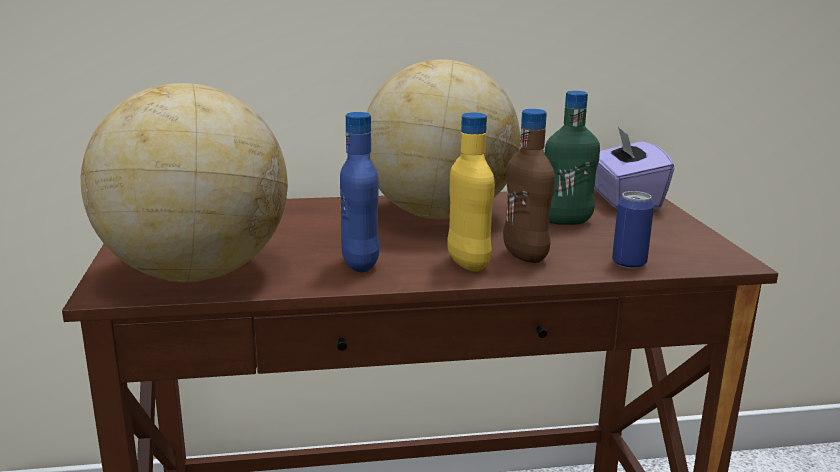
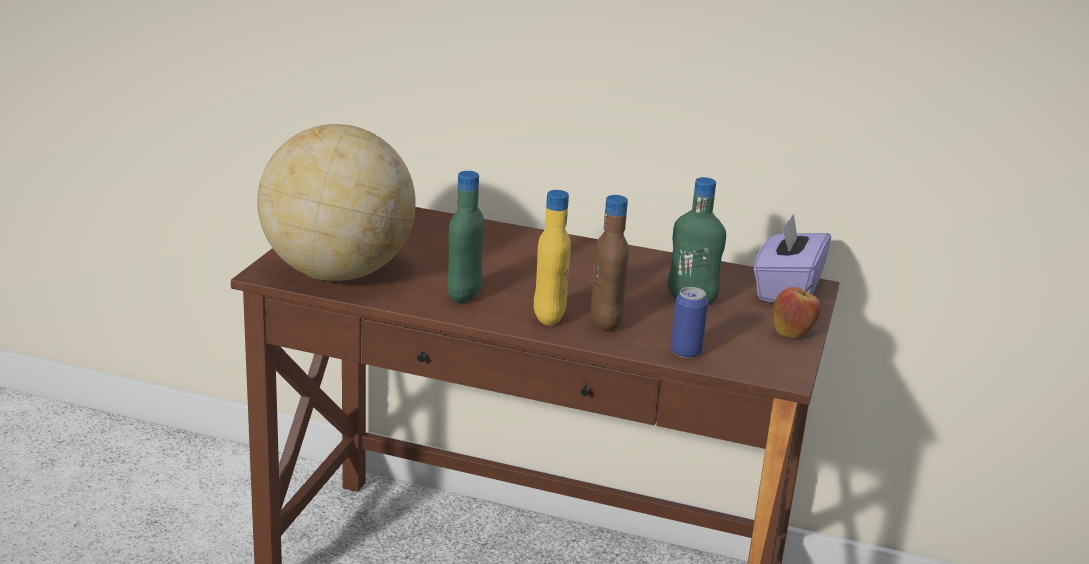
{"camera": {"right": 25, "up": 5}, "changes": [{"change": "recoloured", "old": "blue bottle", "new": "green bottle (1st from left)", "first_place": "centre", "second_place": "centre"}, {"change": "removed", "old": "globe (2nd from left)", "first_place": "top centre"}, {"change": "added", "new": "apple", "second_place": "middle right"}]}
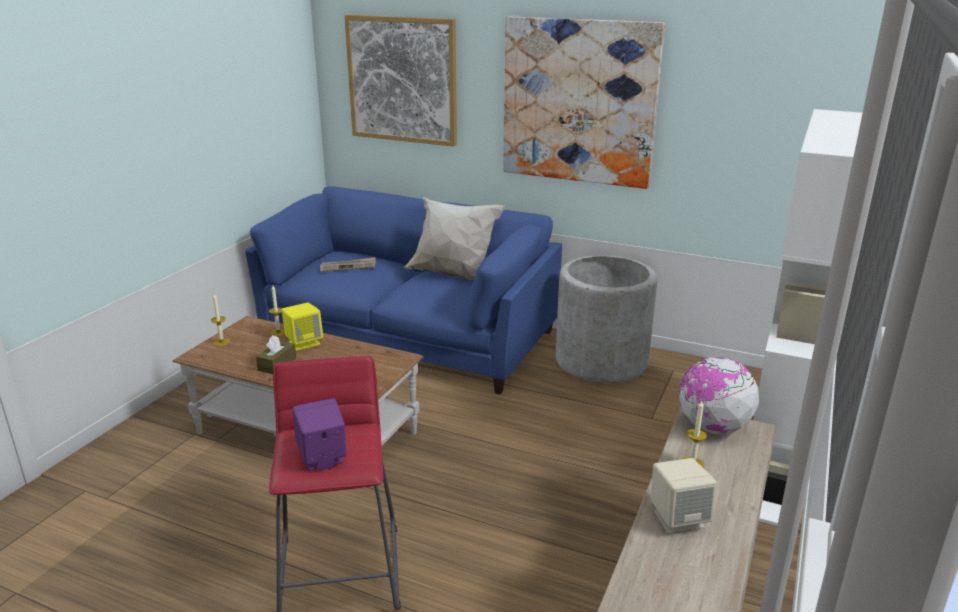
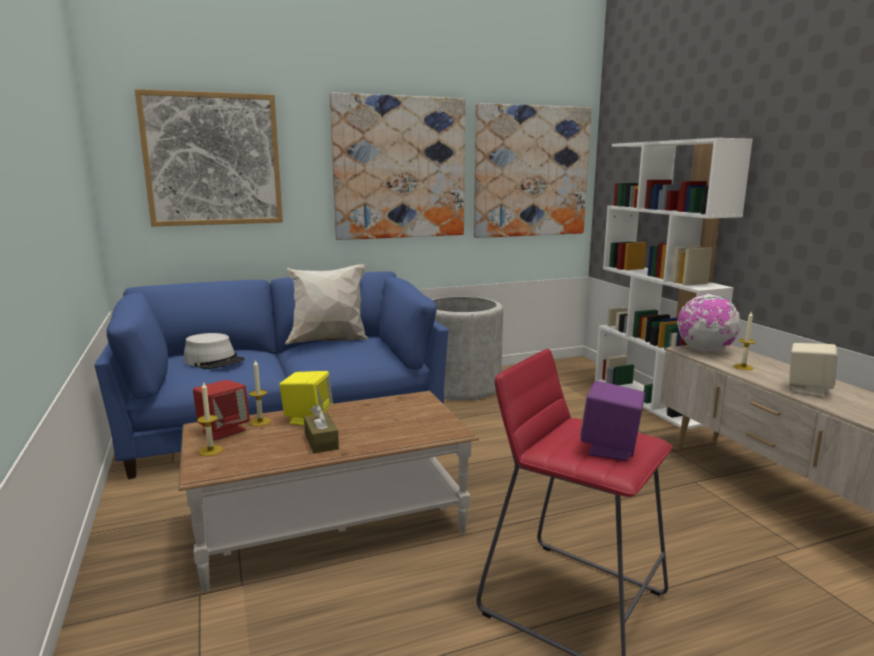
{"camera": {"right": -45, "up": -10}, "changes": [{"change": "replaced", "old": "newspaper", "new": "grey hat", "first_place": "centre", "second_place": "middle left"}, {"change": "added", "new": "red speaker", "second_place": "middle left"}, {"change": "added", "new": "picture (3rd from left)", "second_place": "top centre"}]}
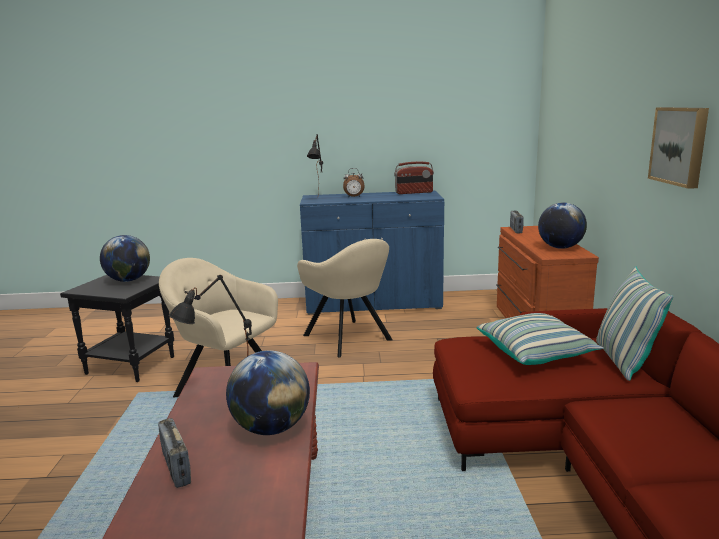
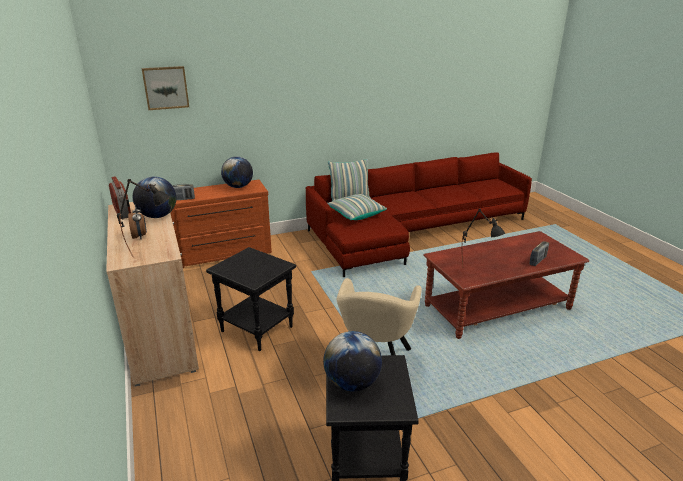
{"camera": {"right": -110, "up": 10}, "changes": [{"change": "moved", "old": "globe (2nd from left in the first image)", "new": "globe (1st from left)", "first_place": "bottom centre", "second_place": "middle left"}, {"change": "replaced", "old": "beige armchair (2nd from left)", "new": "black side table (1st from left)", "first_place": "centre", "second_place": "centre"}, {"change": "recoloured", "old": "blue cabinet", "new": "beige cabinet", "first_place": "centre", "second_place": "middle left"}, {"change": "moved", "old": "picture", "first_place": "top right", "second_place": "top left"}]}
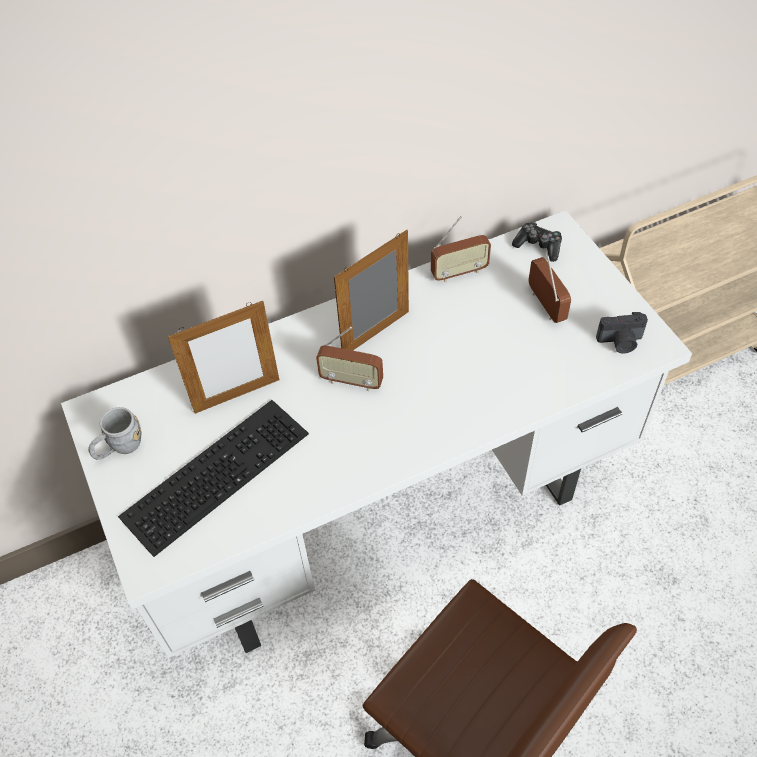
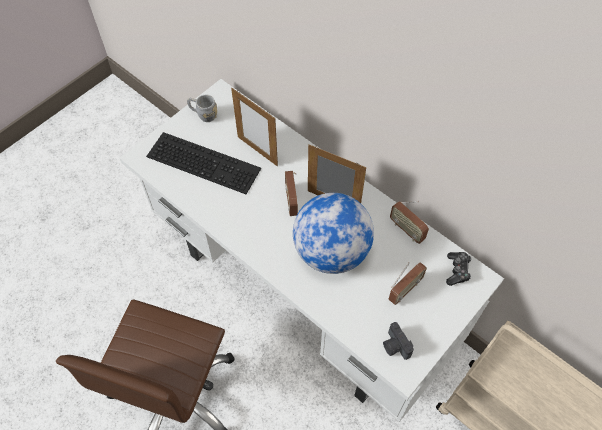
{"camera": {"right": 65, "up": 5}, "changes": [{"change": "added", "new": "globe", "second_place": "centre"}]}
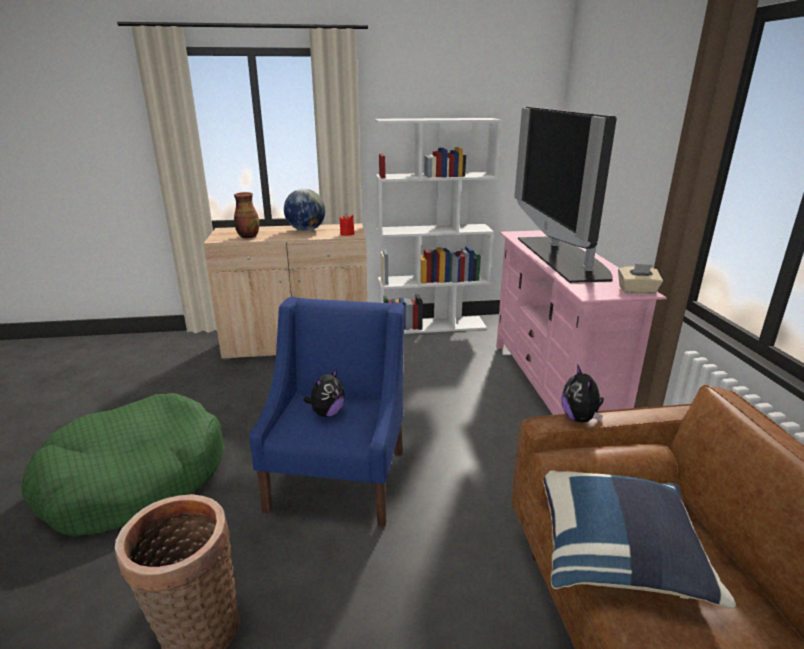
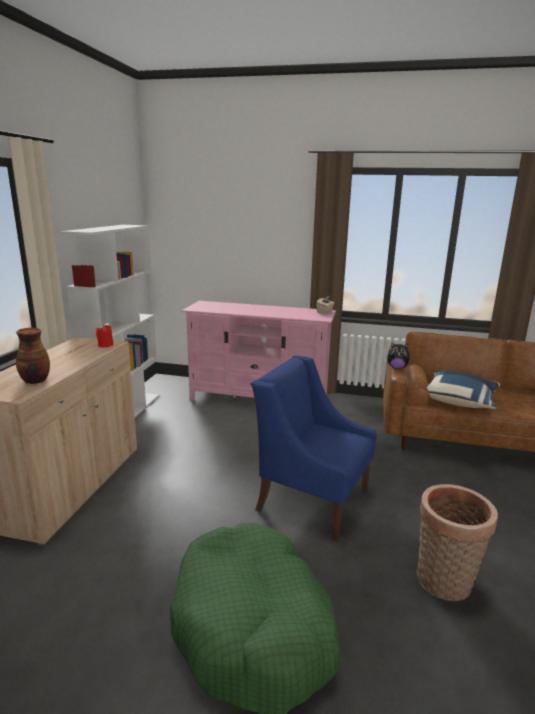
{"camera": {"right": -70, "up": -5}, "changes": [{"change": "removed", "old": "globe", "first_place": "top centre"}, {"change": "removed", "old": "plush toy (1st from left)", "first_place": "centre"}, {"change": "removed", "old": "television", "first_place": "top right"}]}
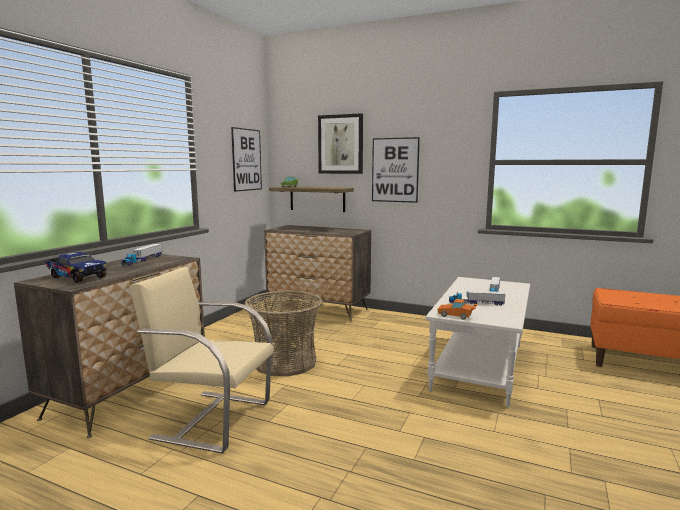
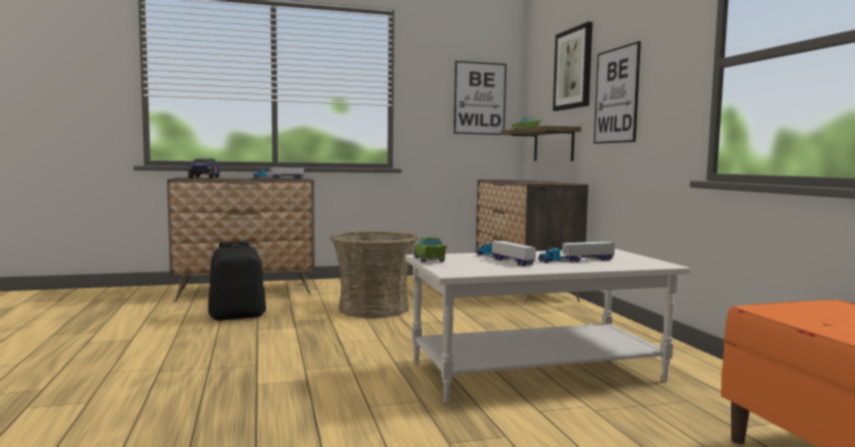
{"camera": {"right": 50, "up": -5}, "changes": [{"change": "replaced", "old": "beige chair", "new": "black backpack", "first_place": "bottom left", "second_place": "middle left"}, {"change": "recoloured", "old": "orange toy car", "new": "green toy car (1st from left)", "first_place": "middle right", "second_place": "centre"}]}
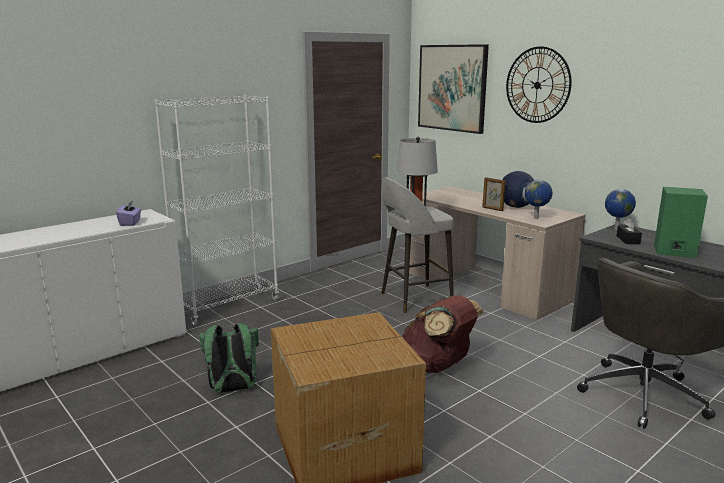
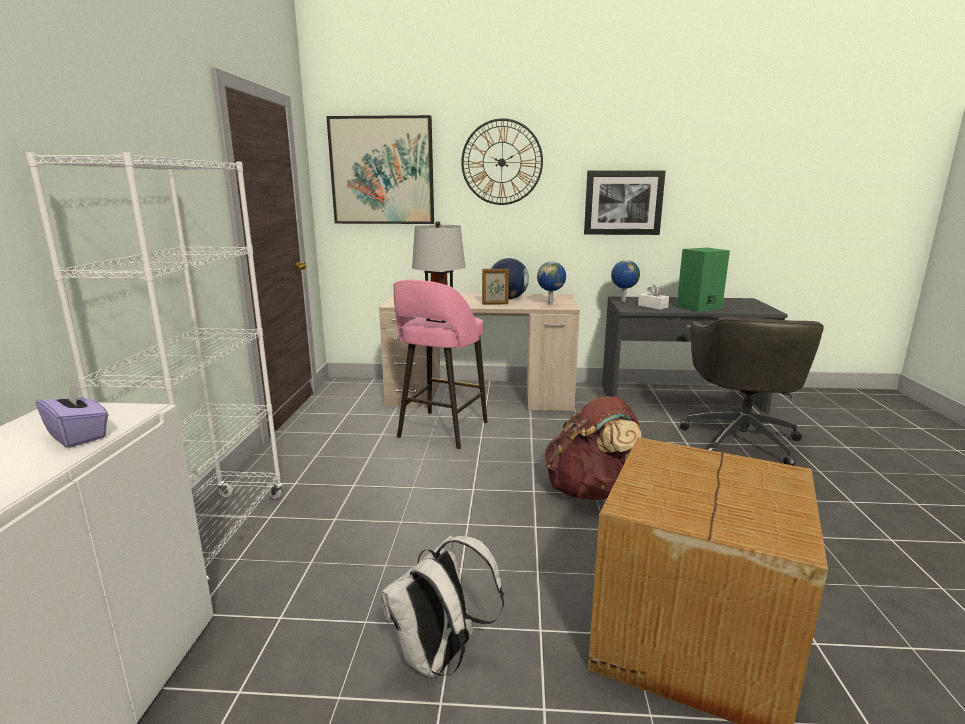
{"camera": {"right": -45, "up": 0}, "changes": [{"change": "recoloured", "old": "green backpack", "new": "white backpack", "first_place": "bottom left", "second_place": "bottom centre"}, {"change": "recoloured", "old": "grey stool", "new": "pink stool", "first_place": "centre", "second_place": "centre"}, {"change": "recoloured", "old": "black tissue box", "new": "white tissue box", "first_place": "middle right", "second_place": "middle right"}, {"change": "added", "new": "picture (2nd from left)", "second_place": "top centre"}]}
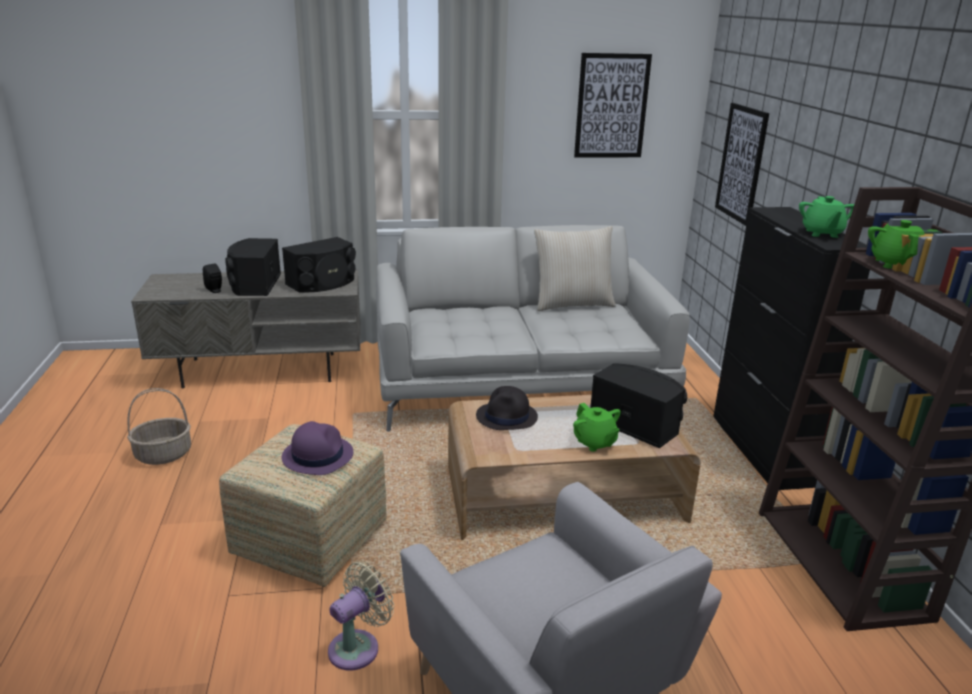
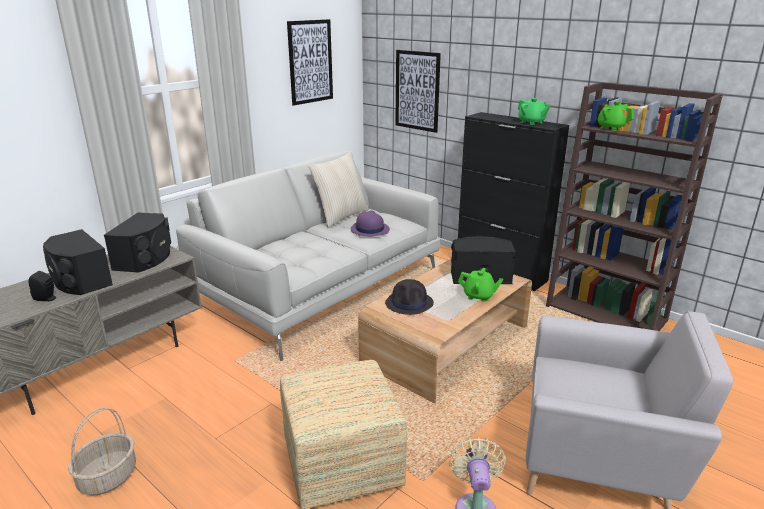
{"camera": {"right": -40, "up": 0}, "changes": [{"change": "moved", "old": "purple hat", "first_place": "middle left", "second_place": "centre"}]}
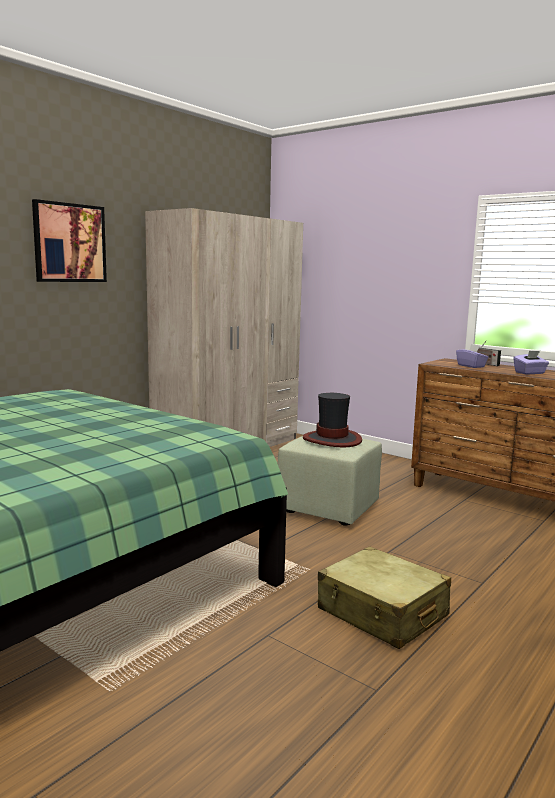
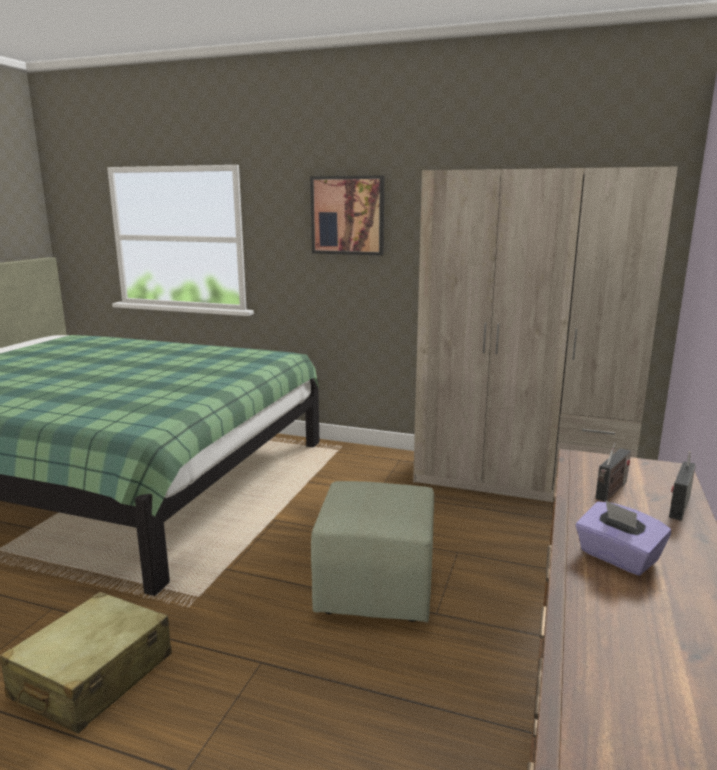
{"camera": {"right": 70, "up": 5}, "changes": [{"change": "removed", "old": "hat", "first_place": "centre"}, {"change": "replaced", "old": "purple tissue box (1st from left)", "new": "radio (1st from left)", "first_place": "middle right", "second_place": "middle right"}]}
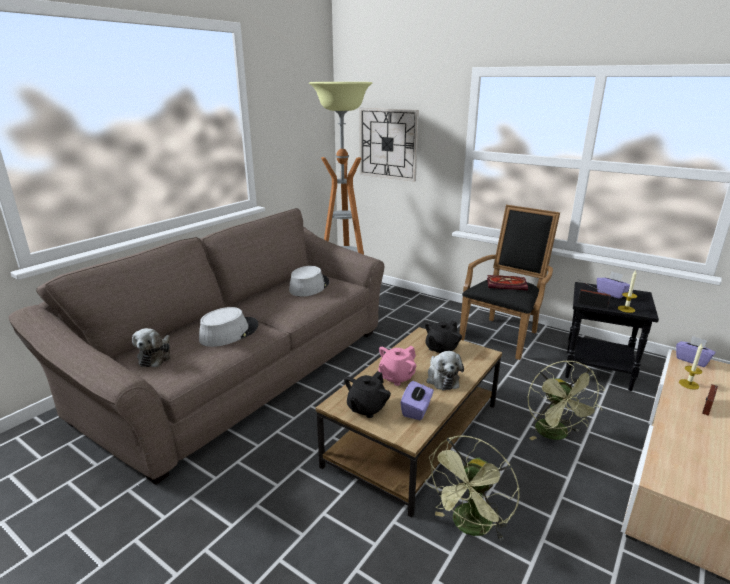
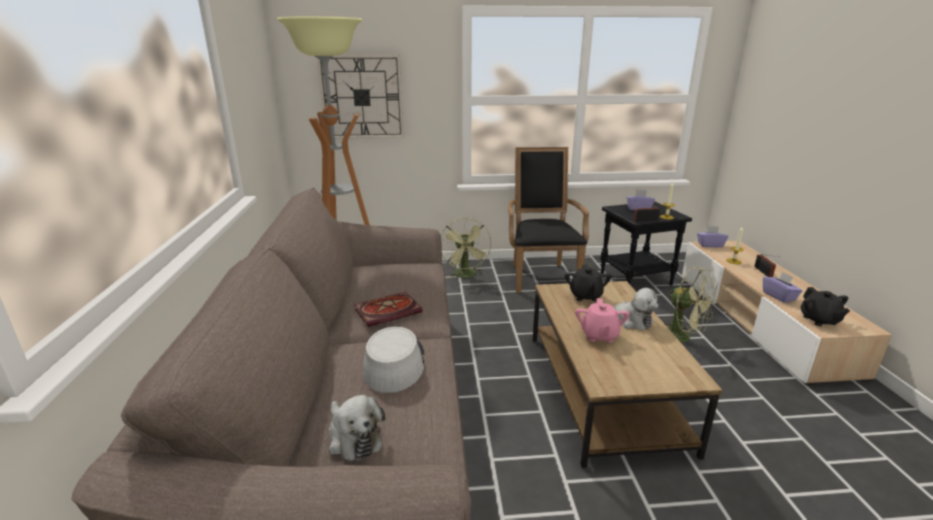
{"camera": {"right": -40, "up": 0}, "changes": [{"change": "removed", "old": "grey hat (2nd from left)", "first_place": "centre"}, {"change": "moved", "old": "black teapot (1st from left in the first image)", "new": "black teapot (2nd from left)", "first_place": "bottom centre", "second_place": "middle right"}, {"change": "moved", "old": "purple tissue box (1st from left in the first image)", "new": "purple tissue box (3rd from left)", "first_place": "bottom centre", "second_place": "middle right"}, {"change": "moved", "old": "green fan (1st from left)", "first_place": "bottom centre", "second_place": "centre"}, {"change": "moved", "old": "book", "first_place": "middle right", "second_place": "centre"}]}
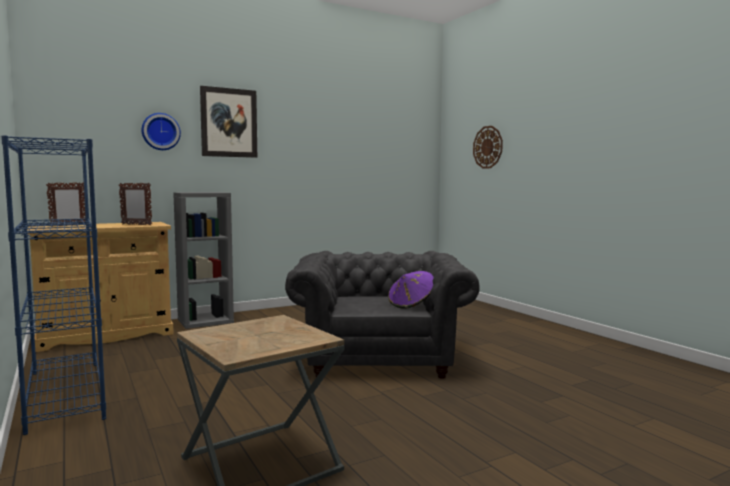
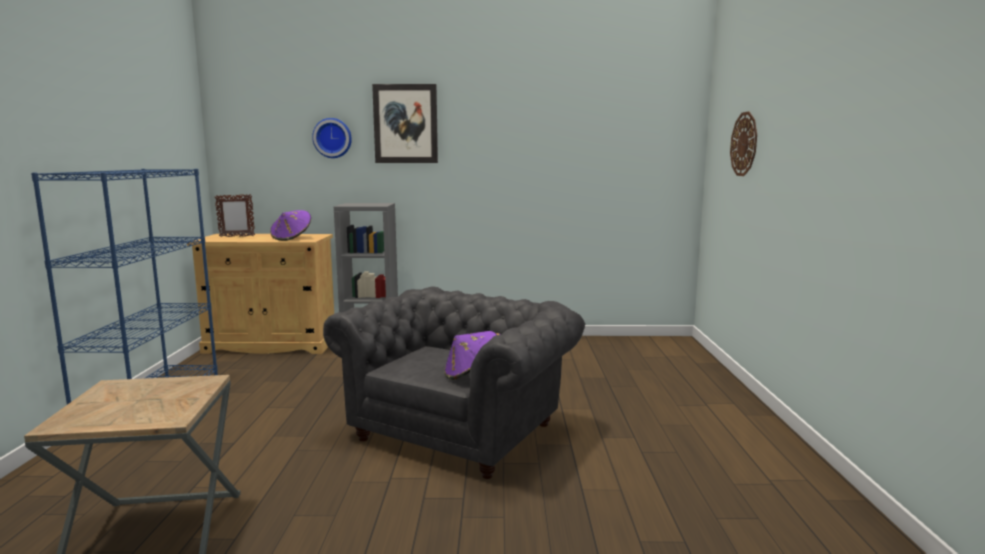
{"camera": {"right": 30, "up": 5}, "changes": [{"change": "replaced", "old": "picture frame (2nd from left)", "new": "purple hat (1st from left)", "first_place": "middle left", "second_place": "middle left"}]}
